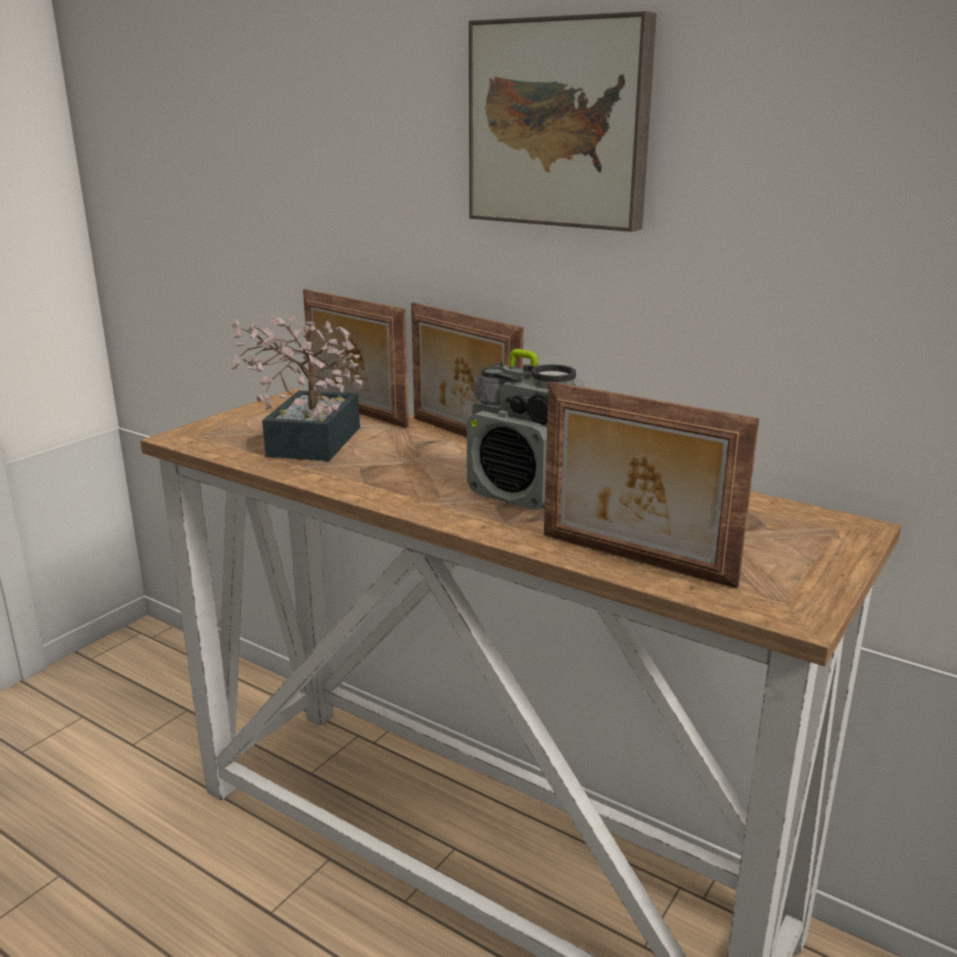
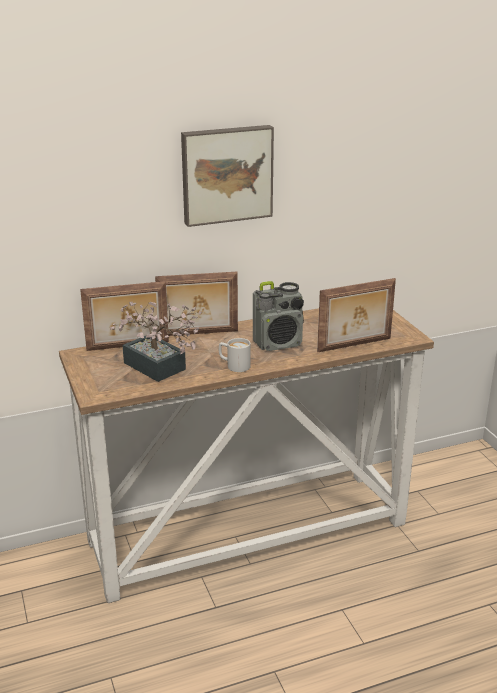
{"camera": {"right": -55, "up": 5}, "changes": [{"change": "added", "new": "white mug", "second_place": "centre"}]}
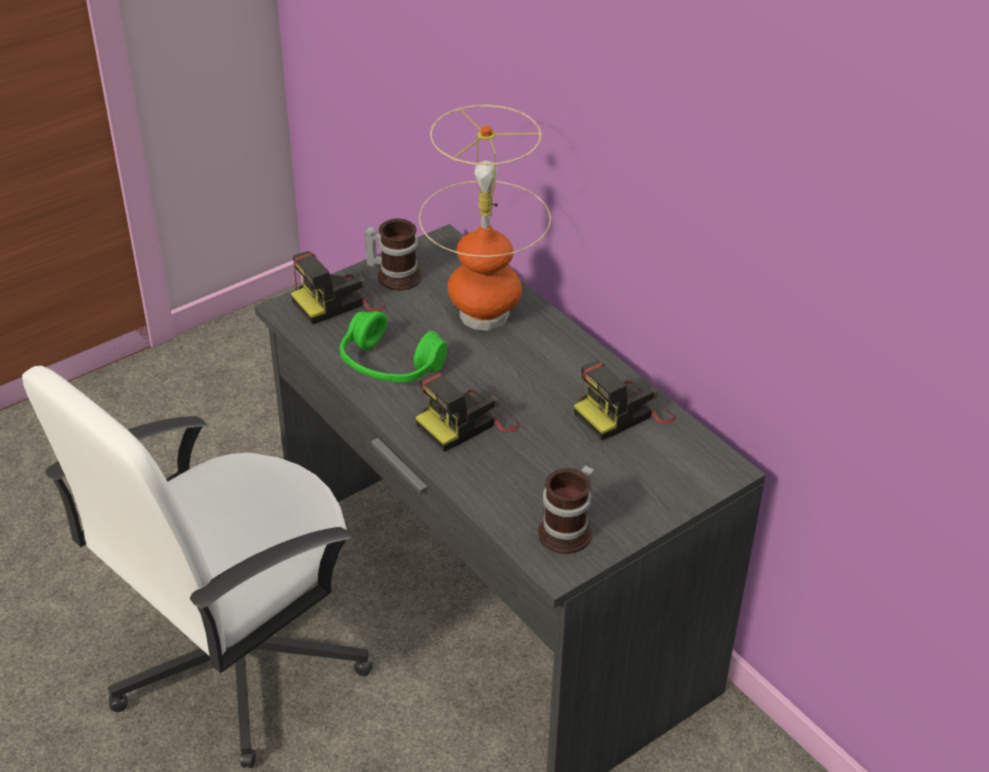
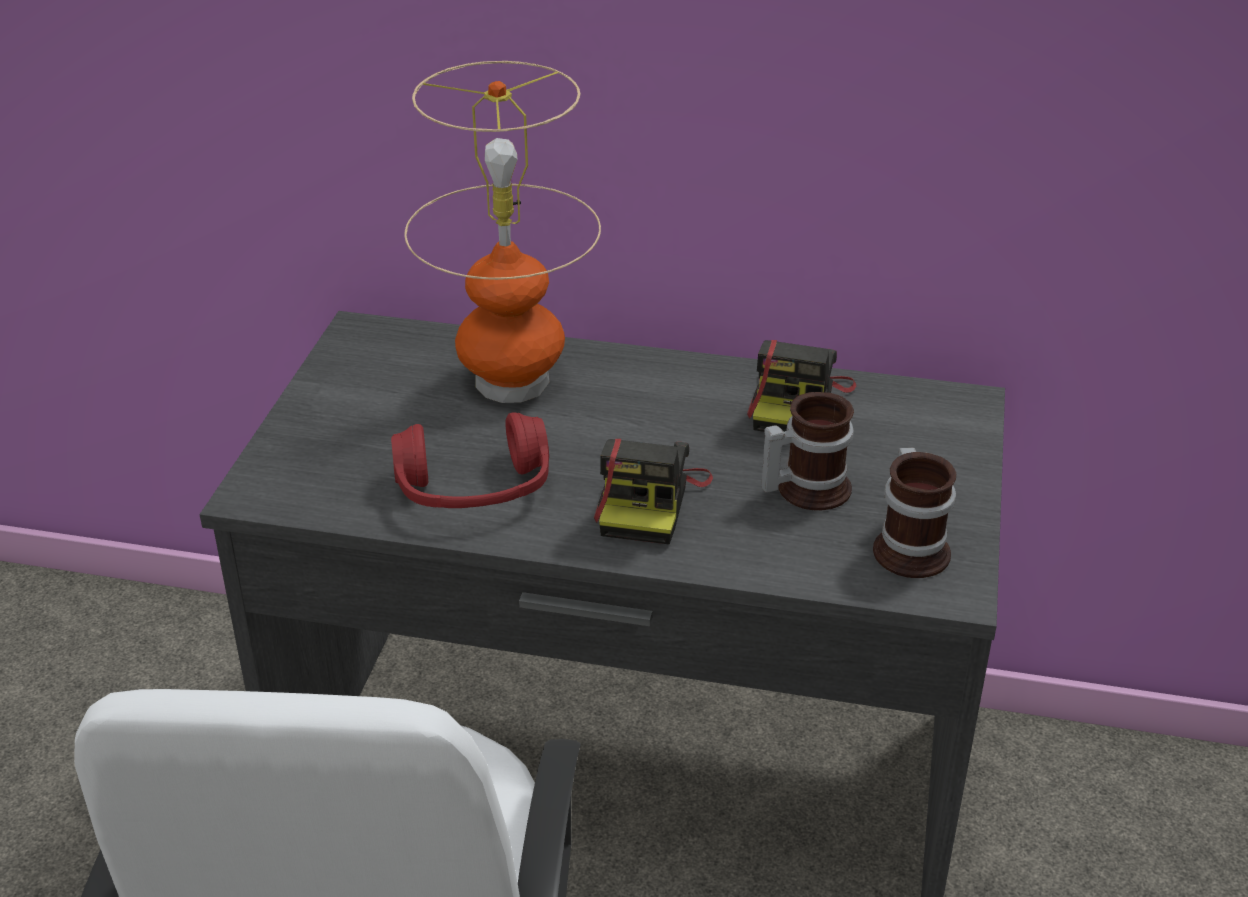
{"camera": {"right": -40, "up": -5}, "changes": [{"change": "removed", "old": "photo camera (1st from left)", "first_place": "centre"}, {"change": "recoloured", "old": "green headphones", "new": "red headphones", "first_place": "centre", "second_place": "centre"}, {"change": "moved", "old": "mug (1st from left)", "first_place": "top centre", "second_place": "centre"}]}
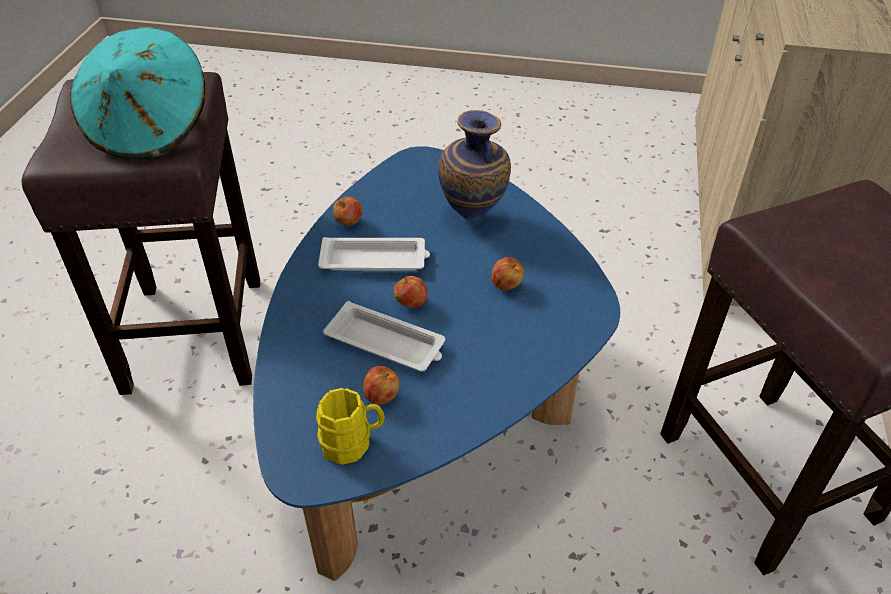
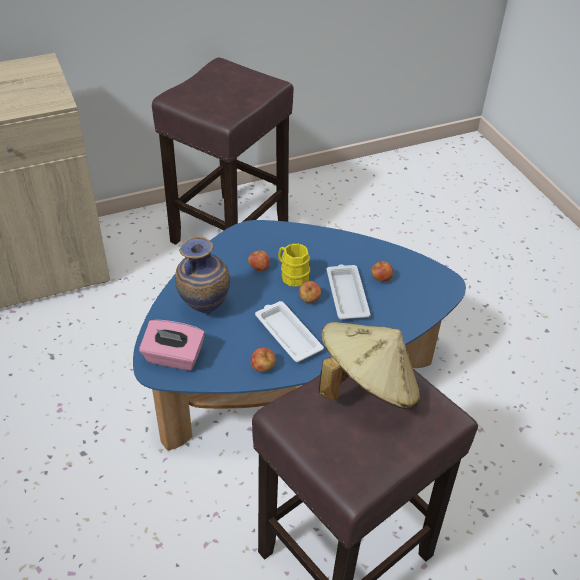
{"camera": {"right": -125, "up": 0}, "changes": [{"change": "recoloured", "old": "turquoise hat", "new": "beige hat", "first_place": "top left", "second_place": "centre"}, {"change": "moved", "old": "yellow mug", "first_place": "bottom centre", "second_place": "centre"}, {"change": "added", "new": "pink tissue box", "second_place": "middle left"}]}
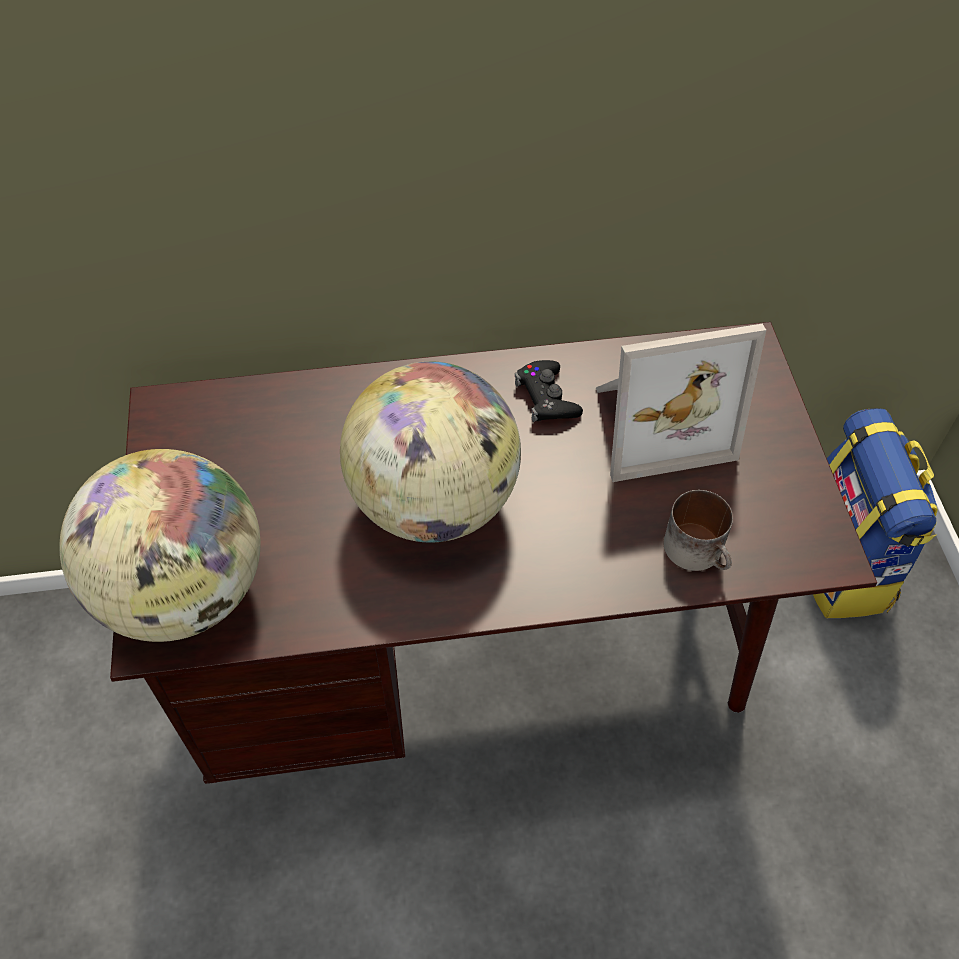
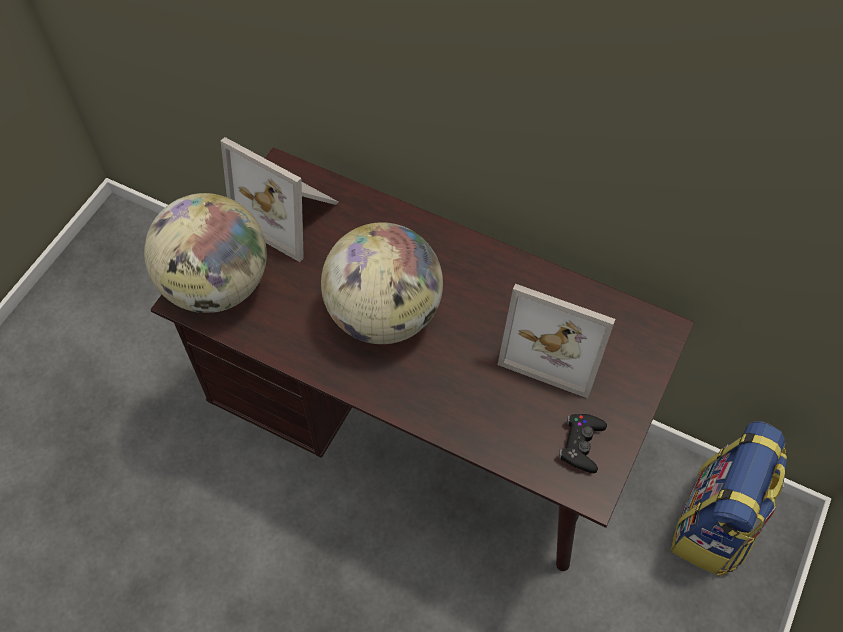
{"camera": {"right": 35, "up": 5}, "changes": [{"change": "moved", "old": "black game controller", "first_place": "centre", "second_place": "bottom right"}, {"change": "removed", "old": "mug", "first_place": "middle right"}, {"change": "added", "new": "picture frame (1st from left)", "second_place": "top left"}]}
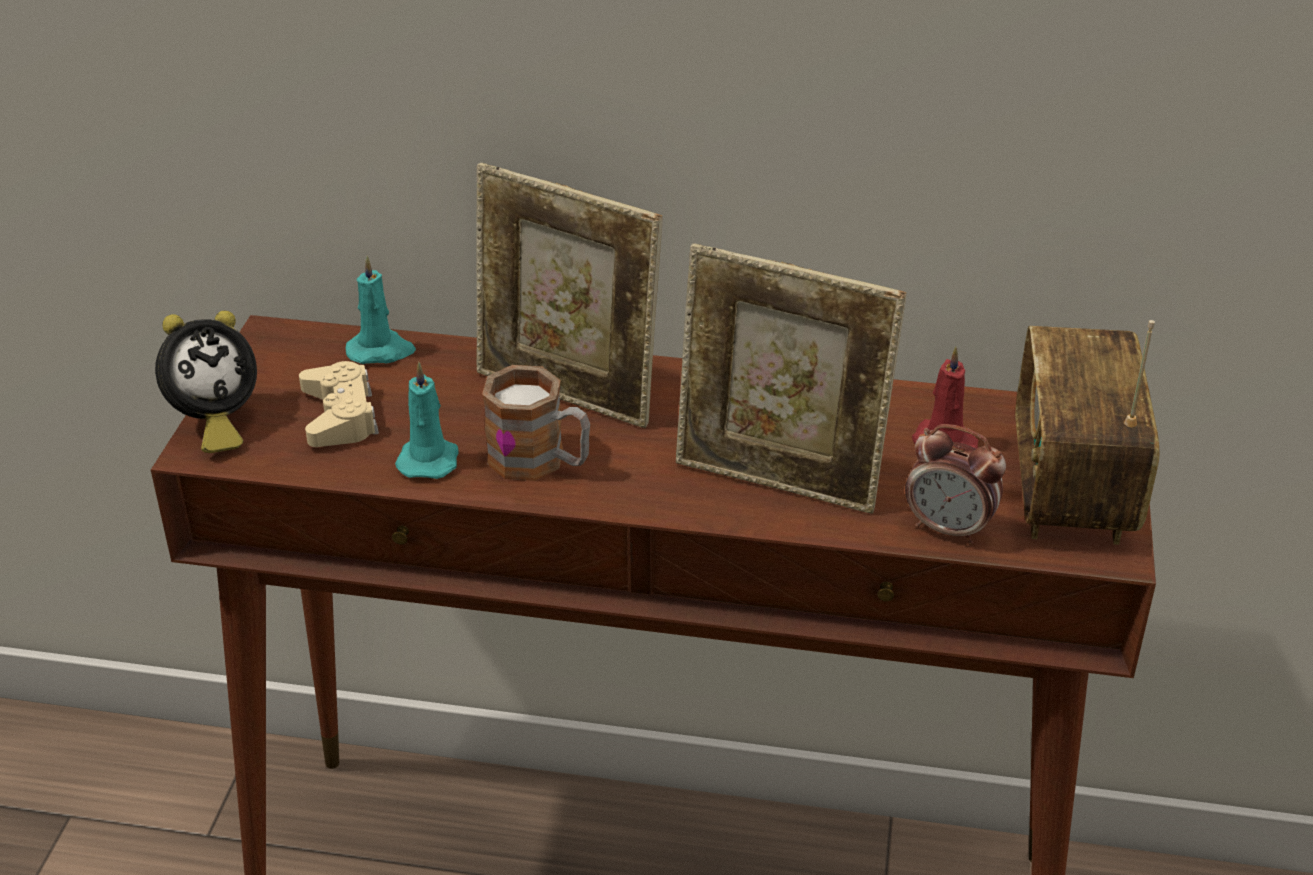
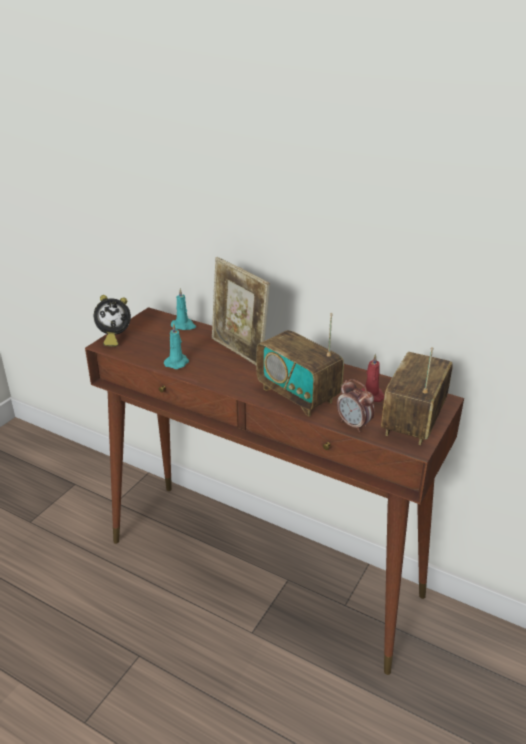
{"camera": {"right": 20, "up": -5}, "changes": [{"change": "removed", "old": "beige game controller", "first_place": "middle left"}, {"change": "removed", "old": "mug", "first_place": "centre"}, {"change": "replaced", "old": "picture frame (2nd from left)", "new": "radio (1st from left)", "first_place": "centre", "second_place": "centre"}]}
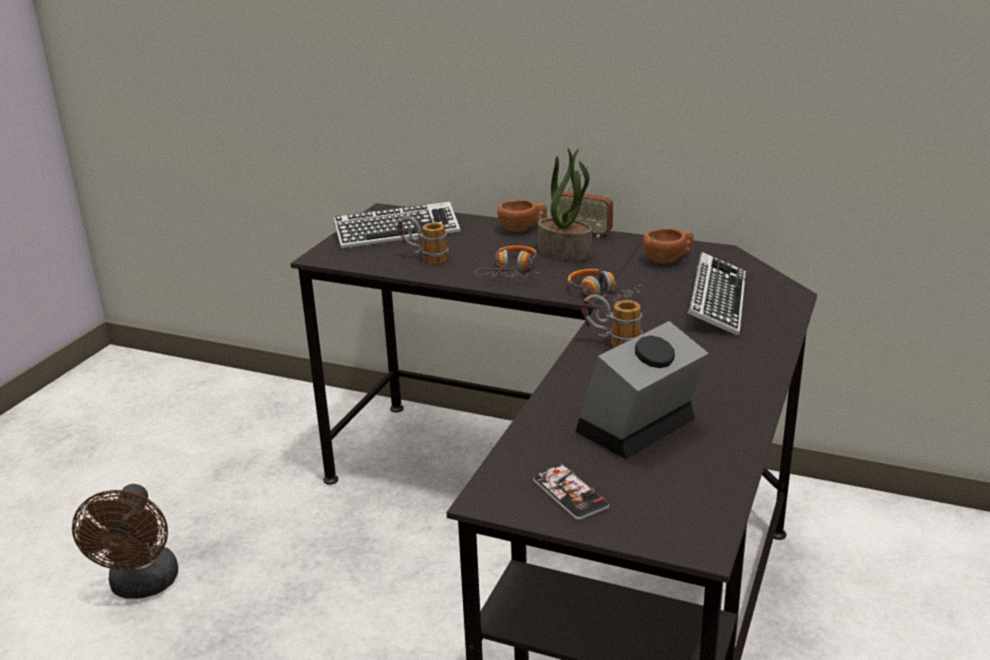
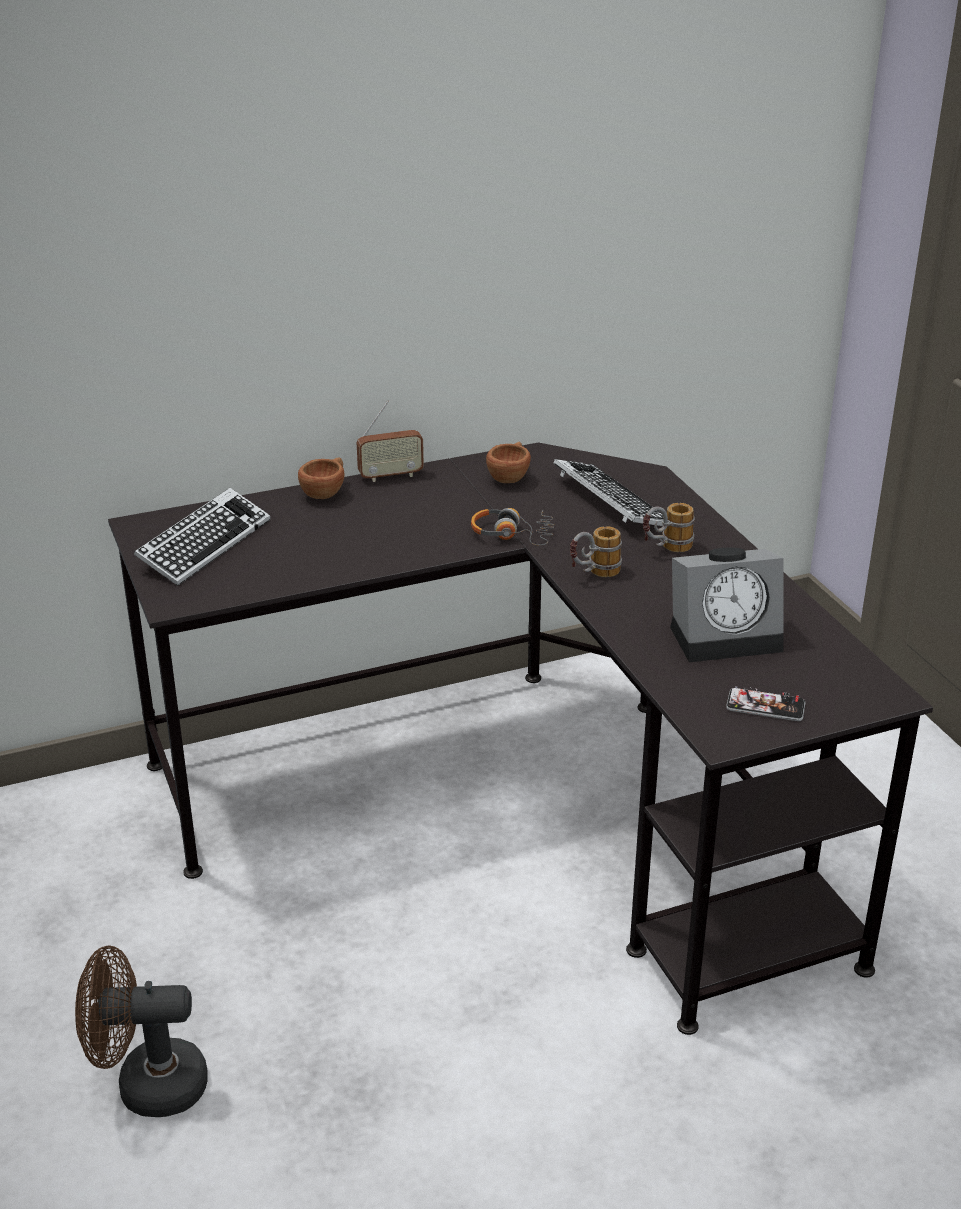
{"camera": {"right": -45, "up": 5}, "changes": [{"change": "turned", "old": "brown fan", "first_place": "bottom left", "second_place": "bottom left", "degrees": 135}, {"change": "moved", "old": "mug (1st from left in the first image)", "new": "mug (2nd from left)", "first_place": "centre", "second_place": "middle right"}, {"change": "removed", "old": "headphones (1st from left)", "first_place": "centre"}, {"change": "removed", "old": "potted plant", "first_place": "top centre"}, {"change": "turned", "old": "alarm clock", "first_place": "centre", "second_place": "middle right", "degrees": -105}]}
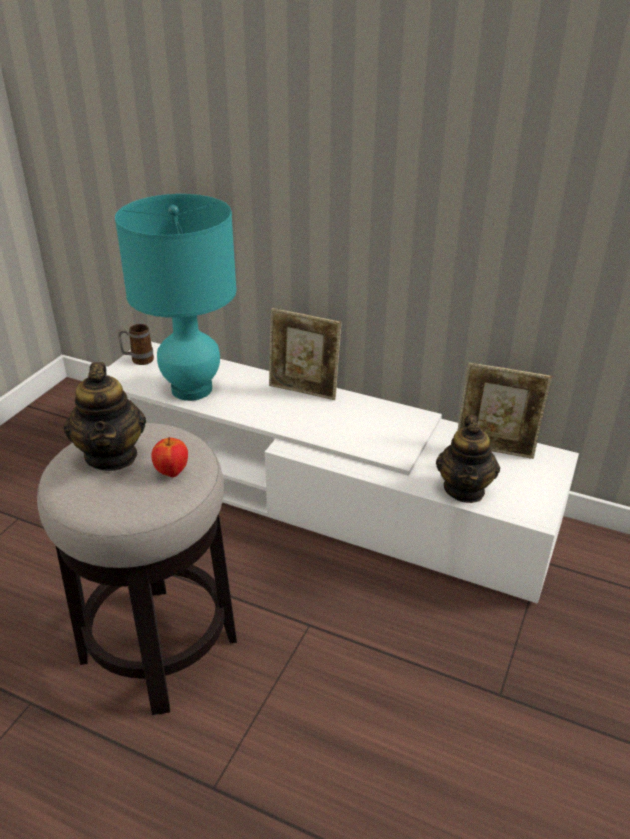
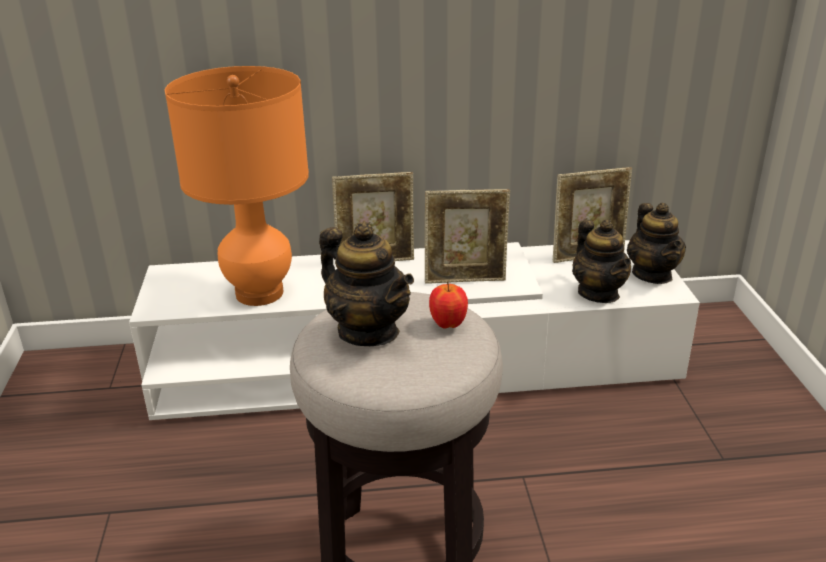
{"camera": {"right": -30, "up": -5}, "changes": [{"change": "recoloured", "old": "turquoise table lamp", "new": "orange table lamp", "first_place": "middle left", "second_place": "top left"}, {"change": "removed", "old": "mug", "first_place": "middle left"}, {"change": "added", "new": "picture frame (2nd from left)", "second_place": "centre"}, {"change": "added", "new": "teapot (3rd from left)", "second_place": "middle right"}]}
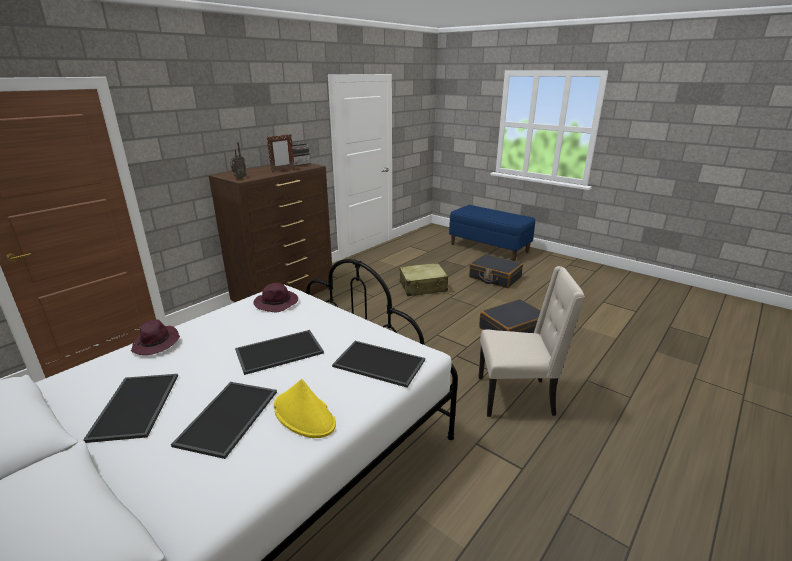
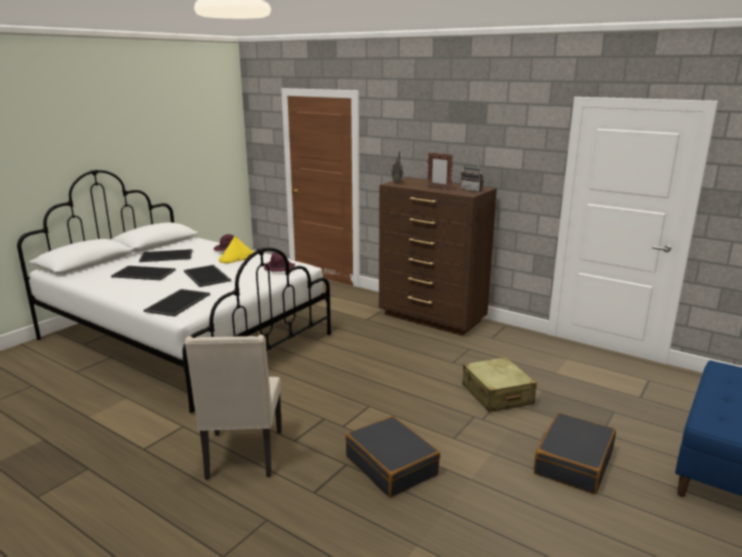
{"camera": {"right": 85, "up": -5}, "changes": [{"change": "moved", "old": "yellow hat", "first_place": "bottom centre", "second_place": "middle left"}]}
